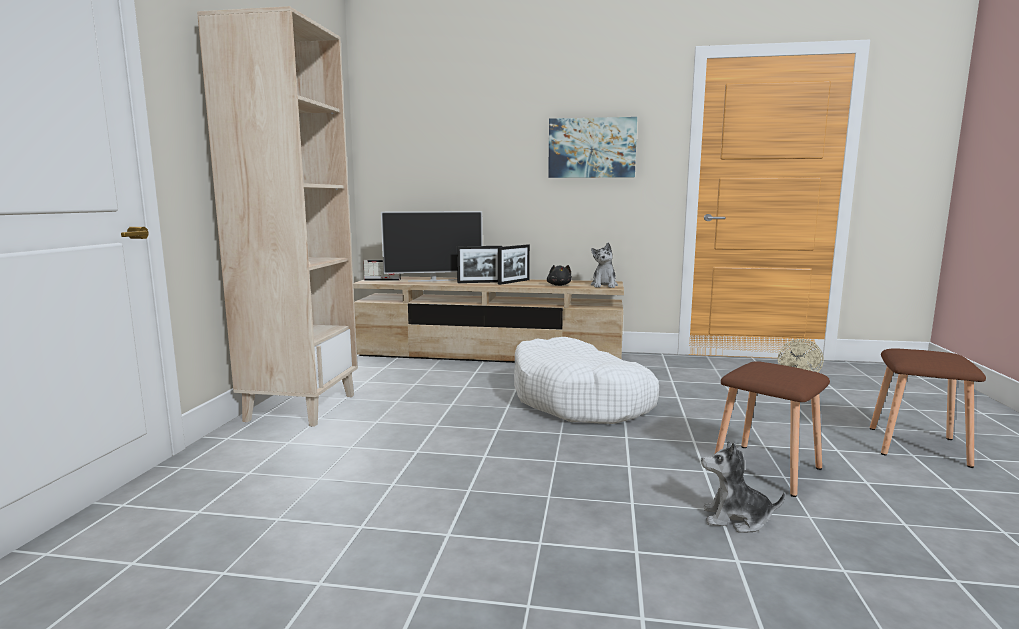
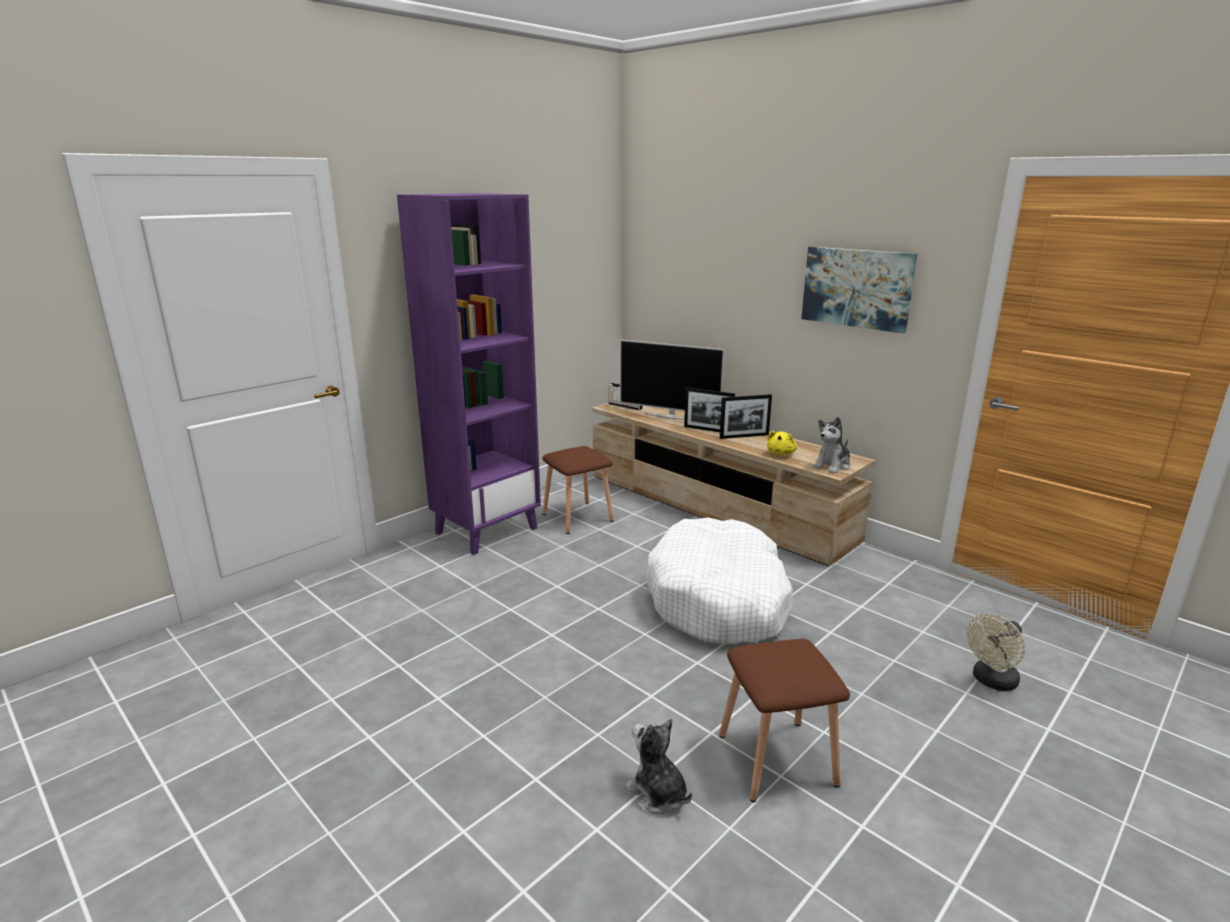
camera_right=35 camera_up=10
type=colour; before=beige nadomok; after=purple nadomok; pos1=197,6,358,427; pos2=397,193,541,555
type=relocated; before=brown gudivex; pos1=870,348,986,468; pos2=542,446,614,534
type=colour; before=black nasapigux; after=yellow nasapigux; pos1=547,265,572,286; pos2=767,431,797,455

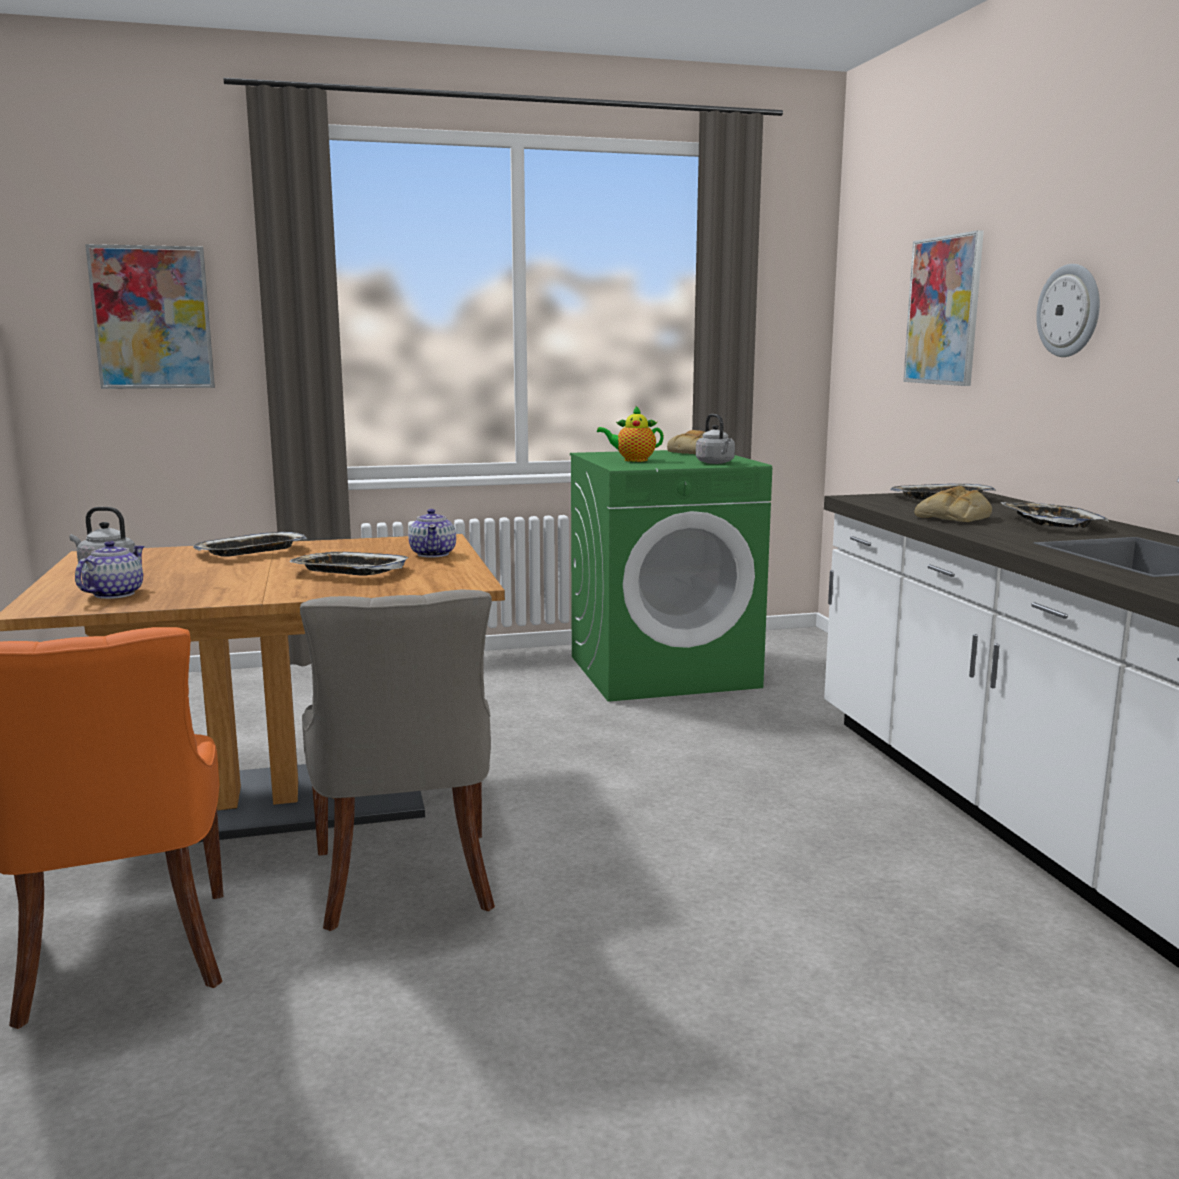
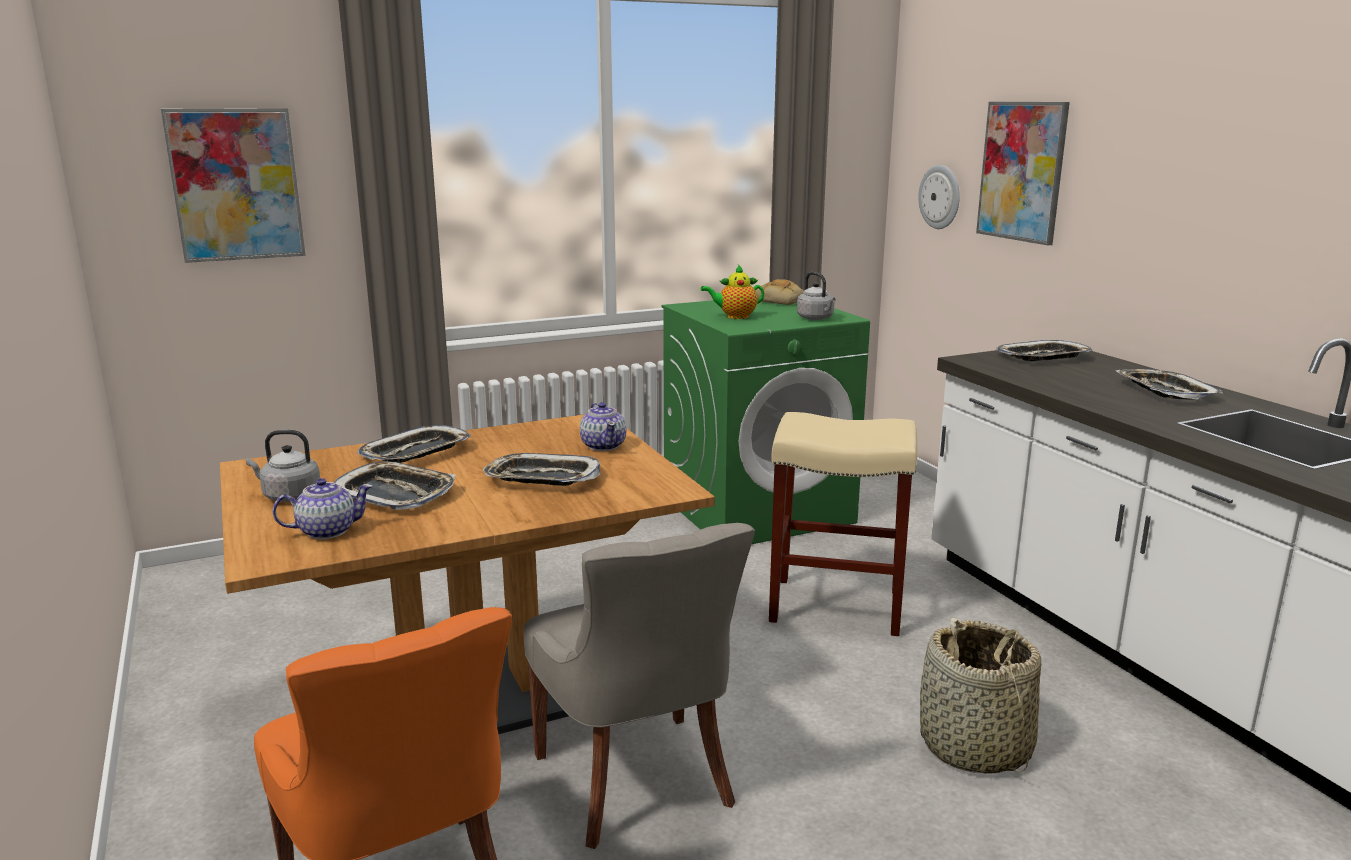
camera_right=-10 camera_up=5
type=spun; before=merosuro; pos1=75,541,145,599; pos2=272,478,373,539; turn=60
type=appeared; after=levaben; pos2=334,461,455,510
type=appeared; after=beige gudivex; pos2=769,412,917,636
type=relocated; before=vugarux; pos1=1036,264,1100,357; pos2=918,165,960,229
type=appeared; after=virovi; pos2=920,618,1041,774
type=missing; before=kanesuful; pos1=915,486,992,522

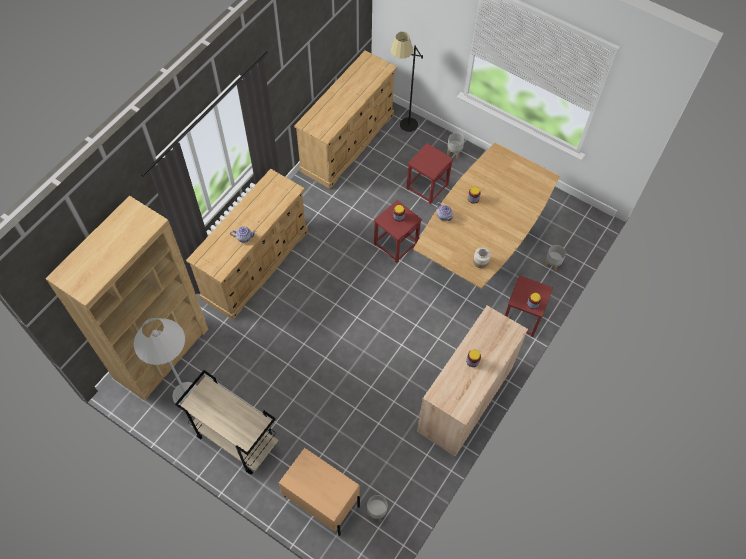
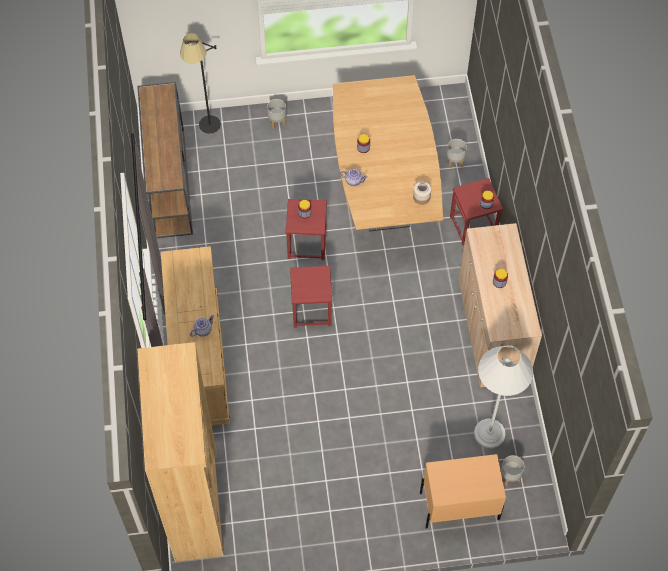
camera_right=-40 camera_up=0
type=exchanged; before=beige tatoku; after=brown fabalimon; pos1=294,51,397,189; pos2=137,82,193,238
type=relocated; before=red gudivex; pos1=406,143,453,204; pos2=290,266,332,328
type=relocated; before=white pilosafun; pos1=134,318,197,406; pos2=474,345,533,448
type=missing; before=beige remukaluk; pos1=175,370,278,474

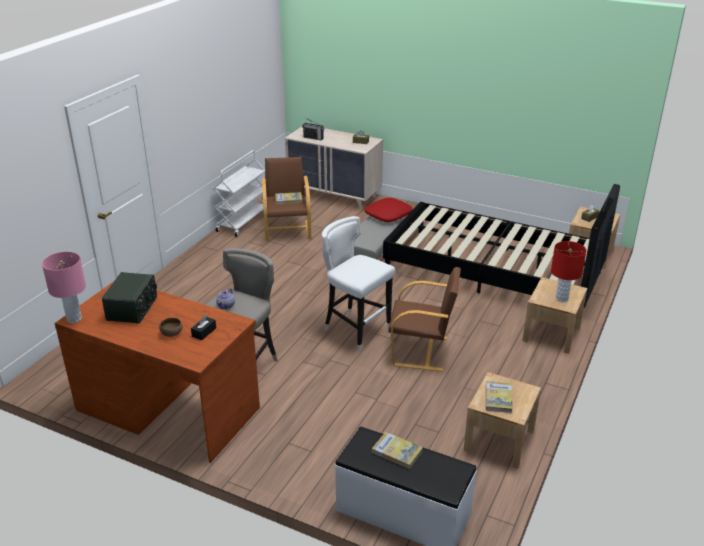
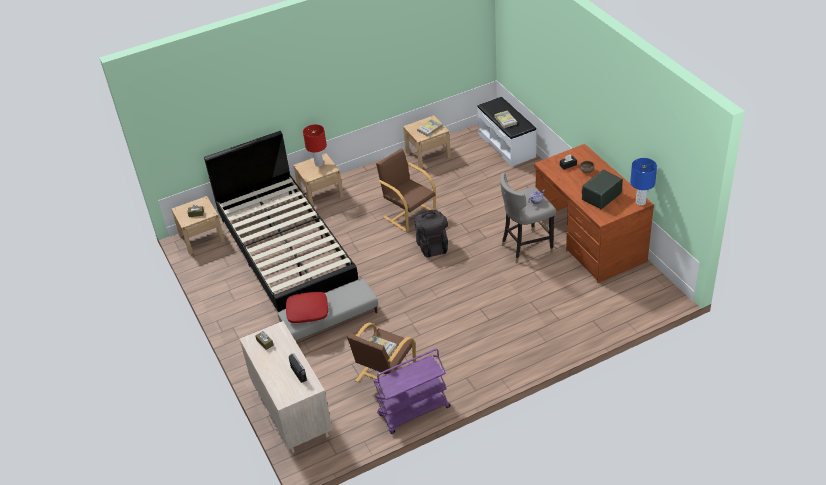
camera_right=-140 camera_up=10
type=colour; before=white remukaluk; after=purple remukaluk; pos1=213,150,265,237; pos2=374,348,451,434
type=exchanged; before=white gudivex; after=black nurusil; pos1=322,216,395,352; pos2=414,210,448,257
type=colour; before=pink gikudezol; after=blue gikudezol; pos1=42,251,86,323; pos2=630,158,657,206

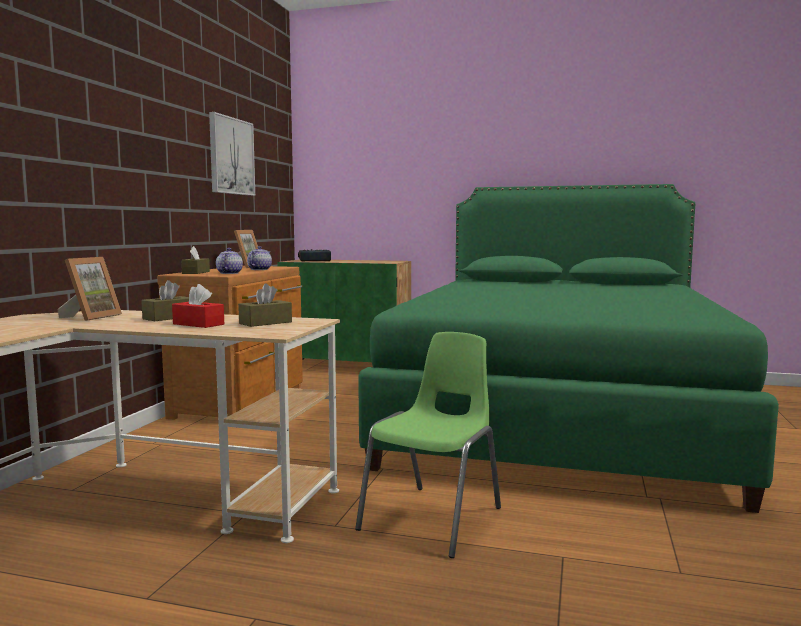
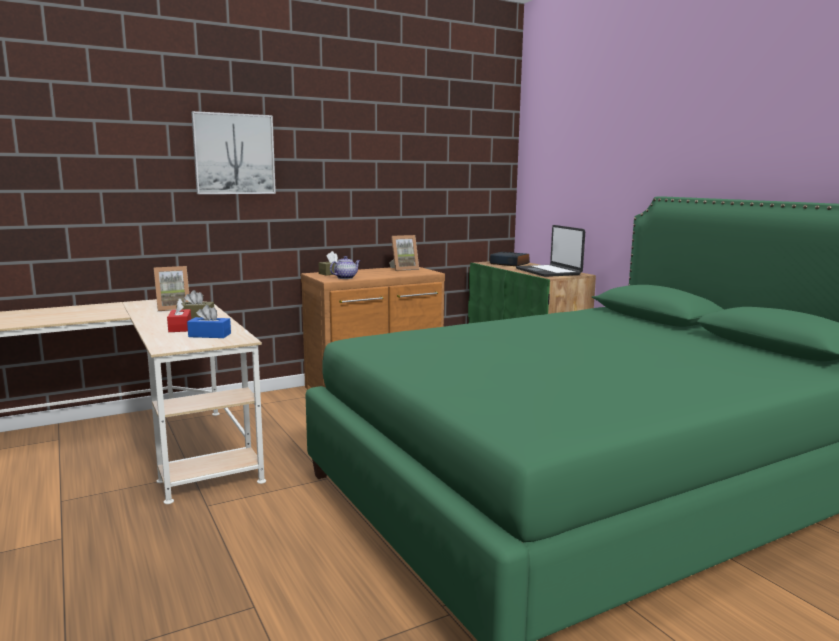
camera_right=45 camera_up=5
type=colour; before=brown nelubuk; after=blue nelubuk; pos1=238,283,292,327; pos2=187,305,231,338
type=relocated; before=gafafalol; pos1=209,112,255,196; pos2=191,111,276,194
type=appeared; after=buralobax; pos2=516,225,585,277
type=missing; before=merosuro; pos1=247,246,272,270
type=missing; before=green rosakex; pos1=355,332,501,558

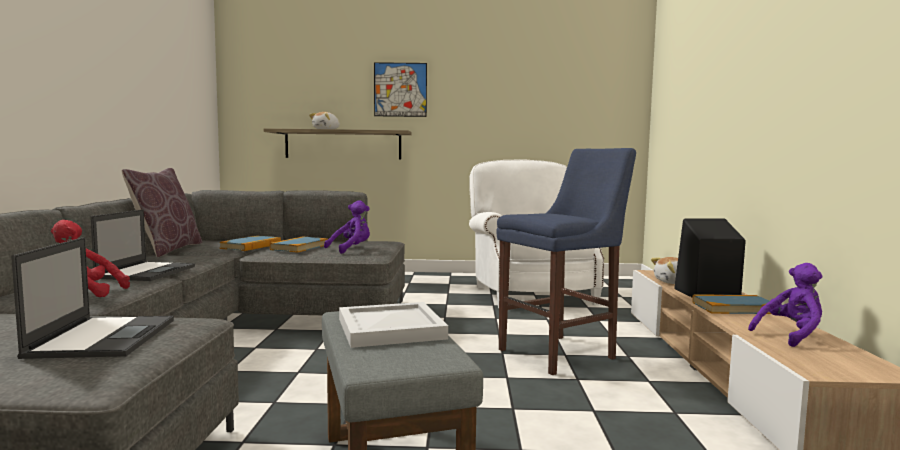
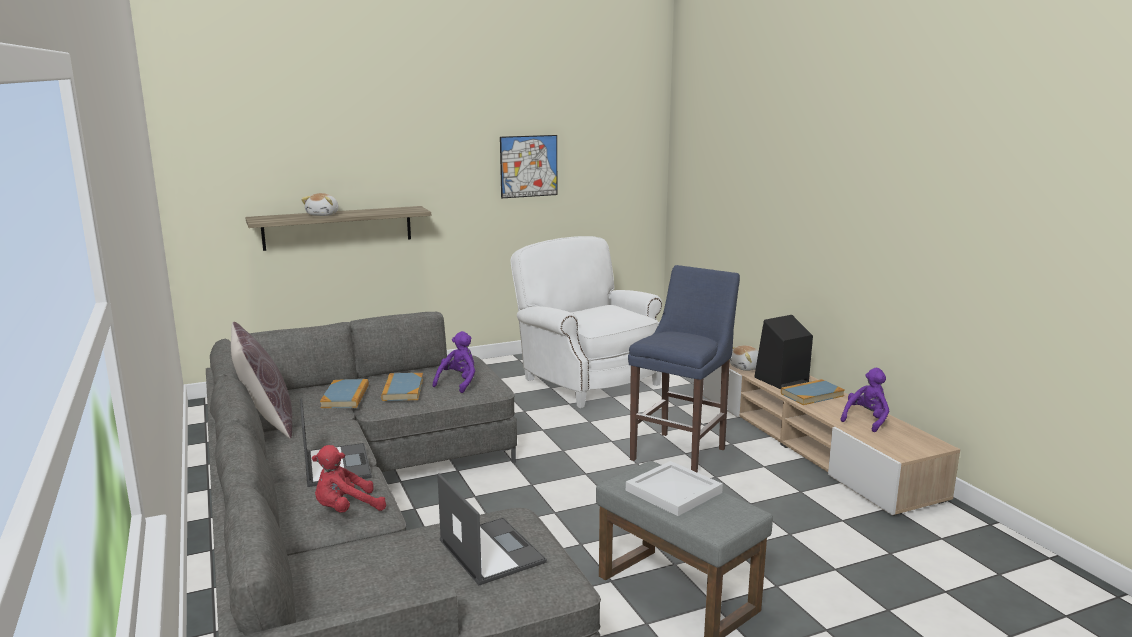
camera_right=-25 camera_up=10
type=relocated; before=gafafalol; pos1=374,62,427,117; pos2=500,135,557,198

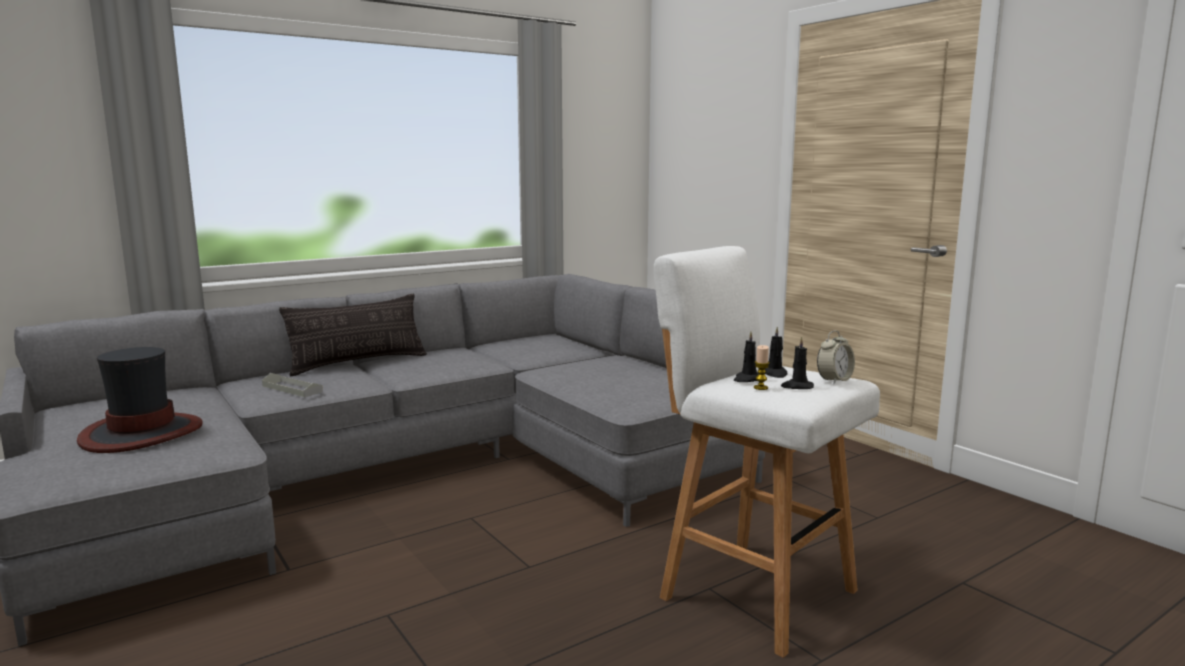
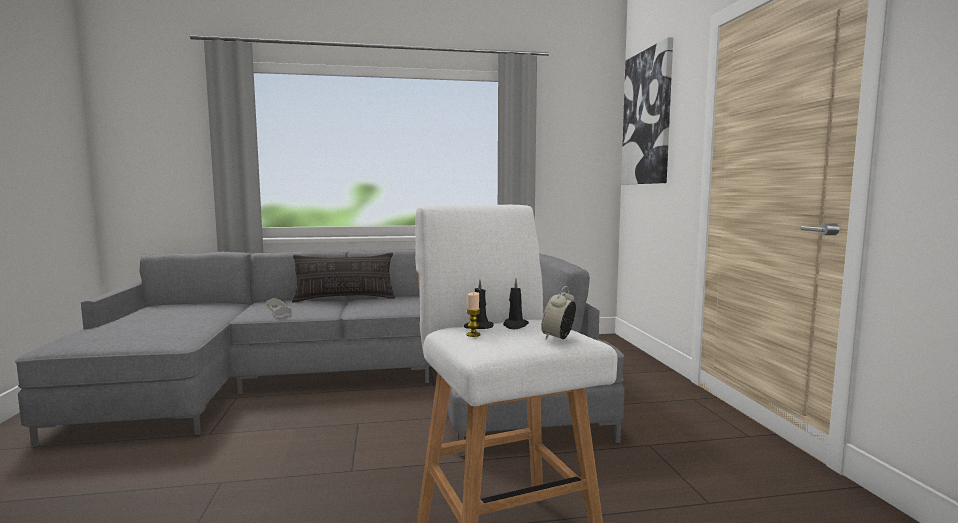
camera_right=25 camera_up=-5
type=spun; before=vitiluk; pos1=817,330,855,384; pos2=541,286,576,339; turn=135
type=appeared; after=gafafalol; pos2=621,37,673,184
type=missing; before=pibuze; pos1=77,347,203,453
type=missing; before=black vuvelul; pos1=781,337,814,389

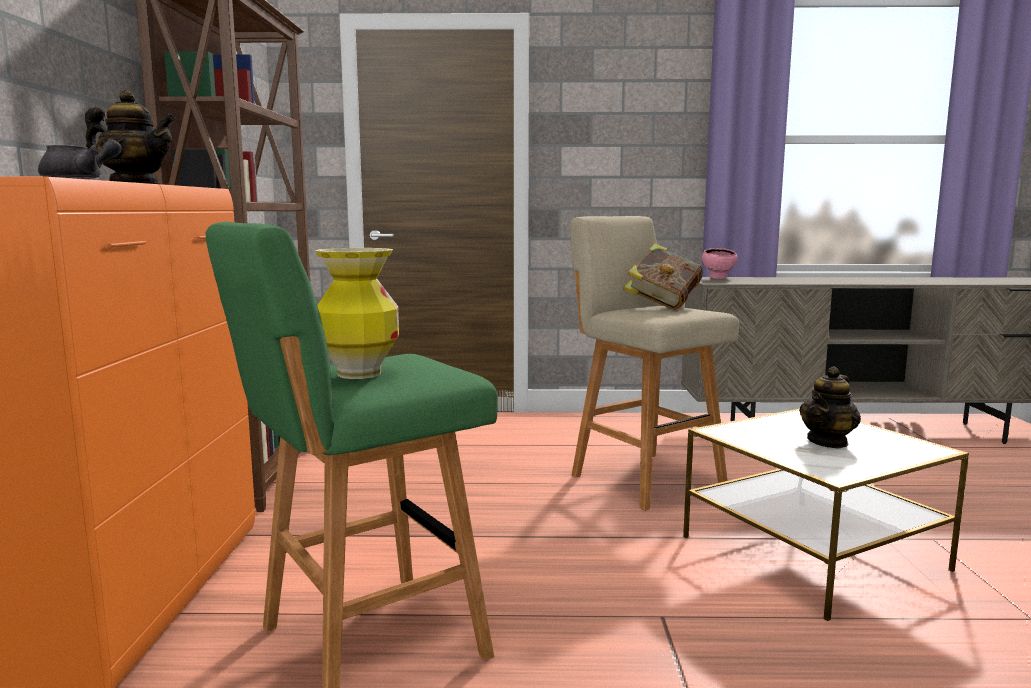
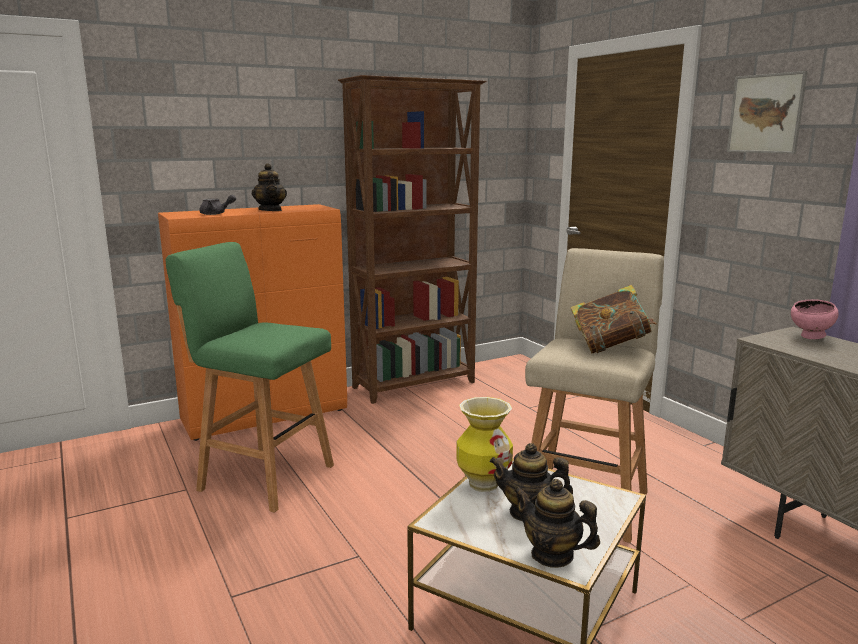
camera_right=60 camera_up=5
type=relocated; before=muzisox; pos1=315,248,399,379; pos2=456,397,513,492
type=appeared; after=merosuro; pos2=514,479,600,568
type=appeared; after=gafafalol; pos2=727,71,808,154

